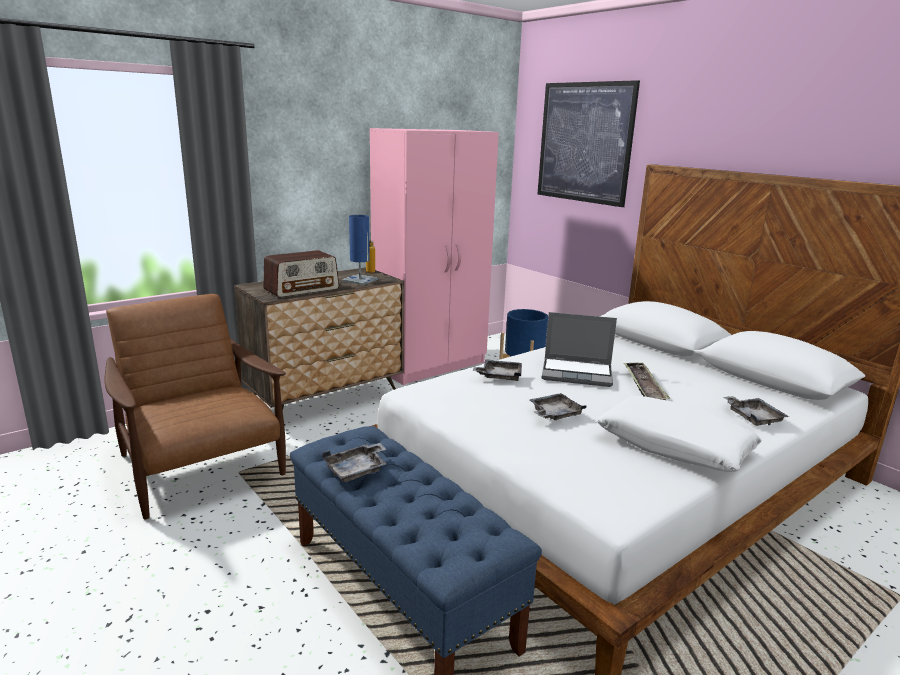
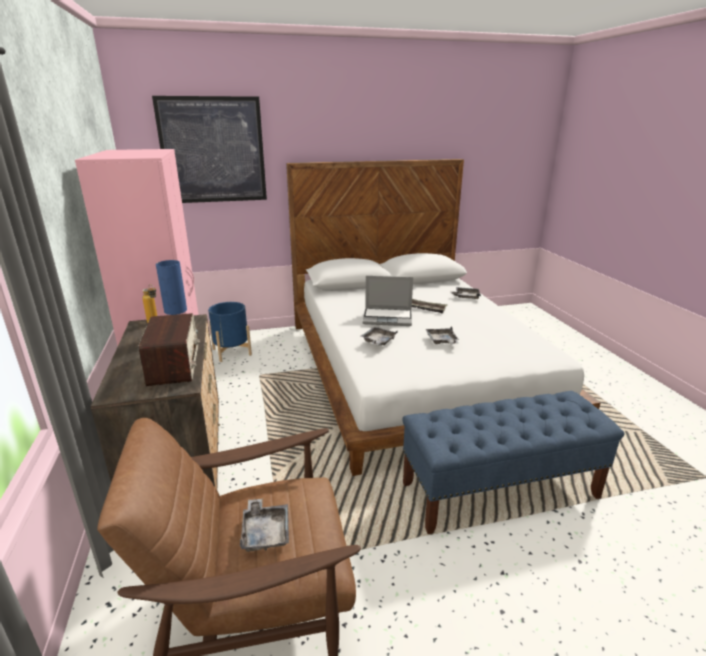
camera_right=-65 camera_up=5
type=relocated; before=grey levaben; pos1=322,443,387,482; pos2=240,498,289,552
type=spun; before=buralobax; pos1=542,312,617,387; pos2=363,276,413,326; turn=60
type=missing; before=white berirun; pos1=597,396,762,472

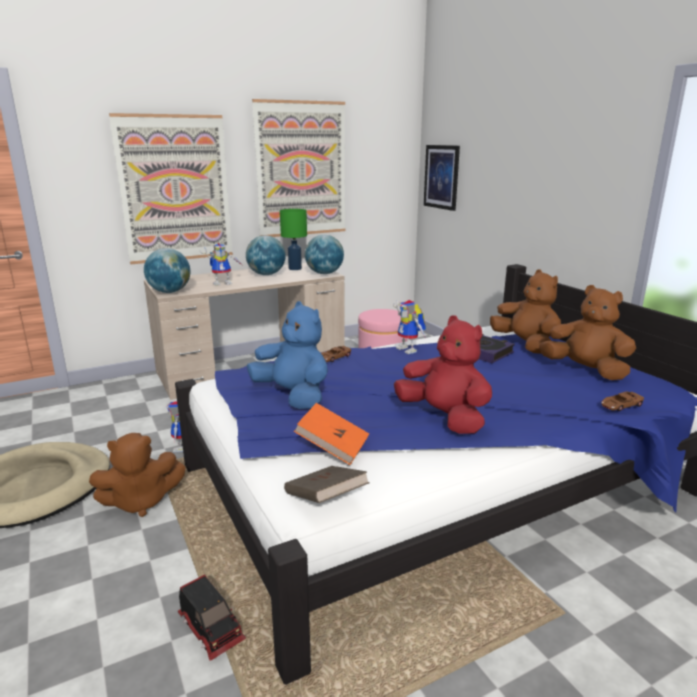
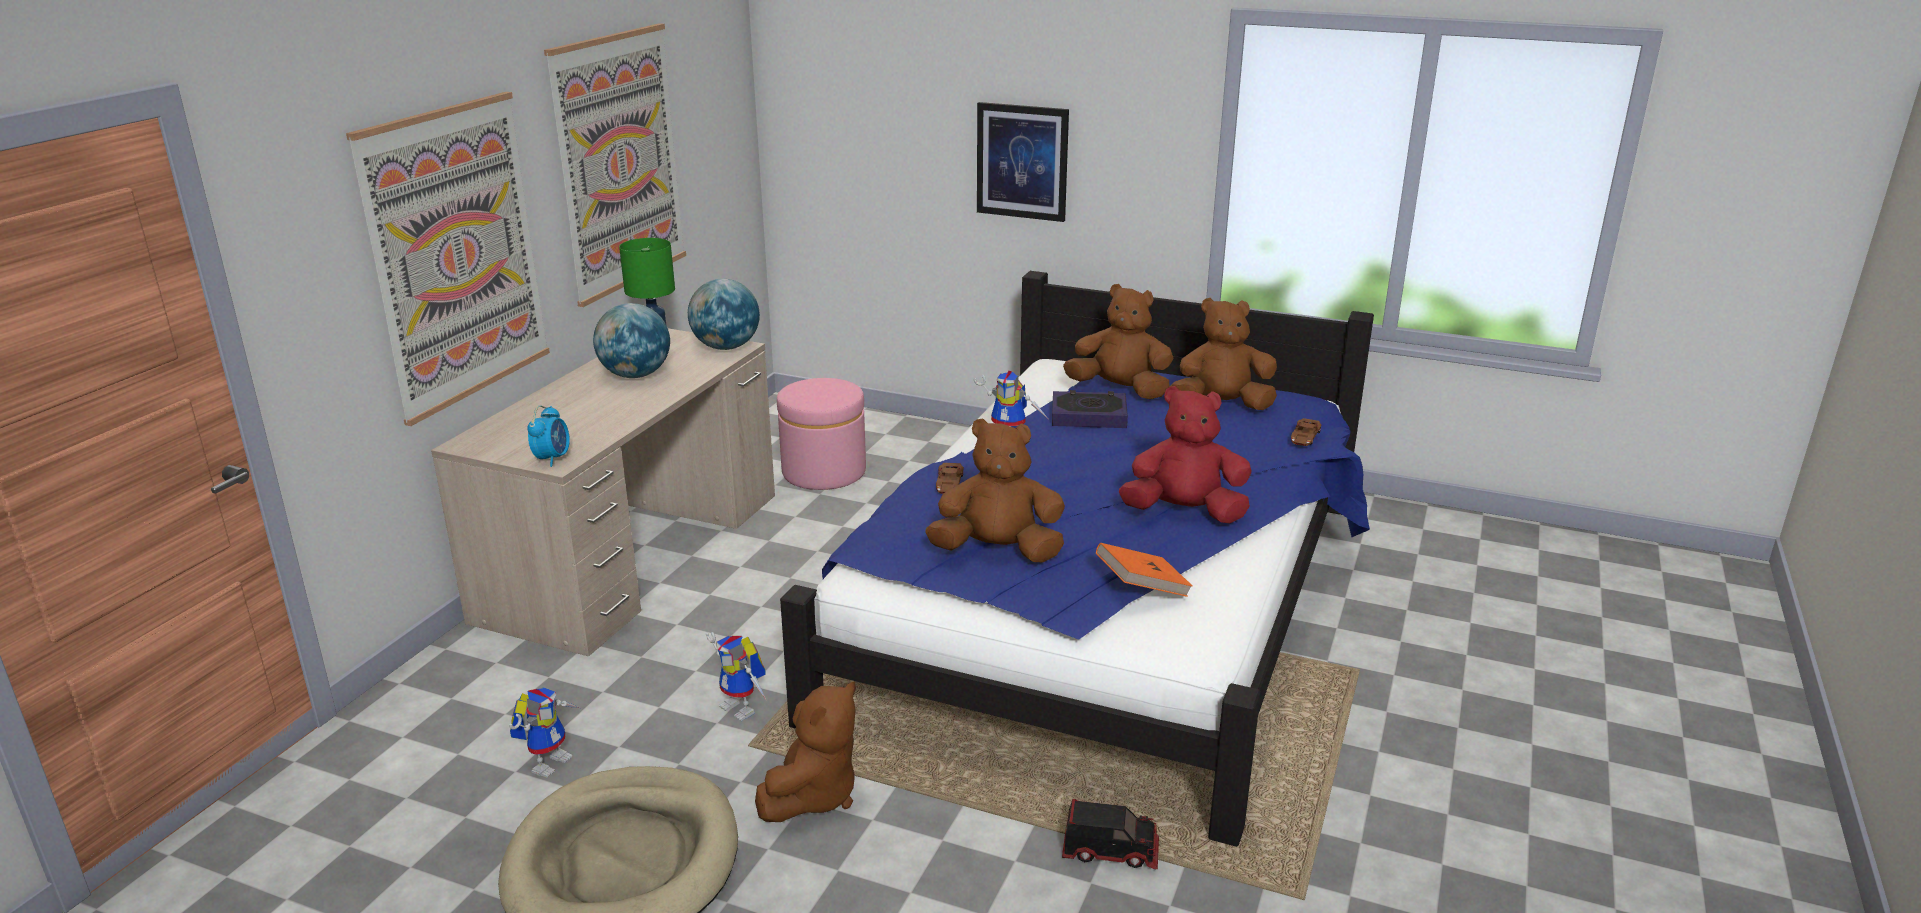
camera_right=-40 camera_up=5
type=relocated; before=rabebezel; pos1=200,242,242,286; pos2=509,687,579,778
type=exchanged; before=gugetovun; after=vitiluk; pos1=144,248,190,293; pos2=527,405,570,467
type=colour; before=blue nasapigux; after=brown nasapigux; pos1=247,301,328,409; pos2=925,418,1065,562
type=relocated; before=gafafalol; pos1=424,145,460,211; pos2=977,102,1069,222
type=missing; before=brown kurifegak; pos1=284,466,370,503

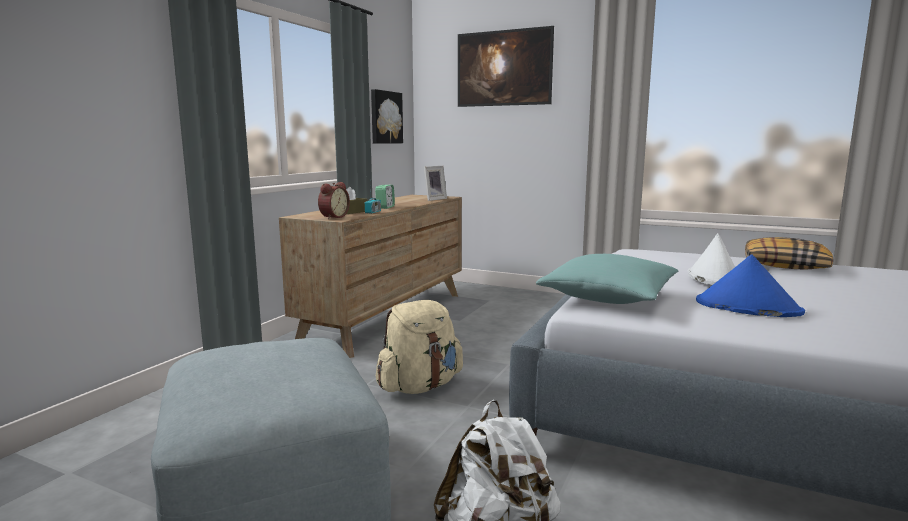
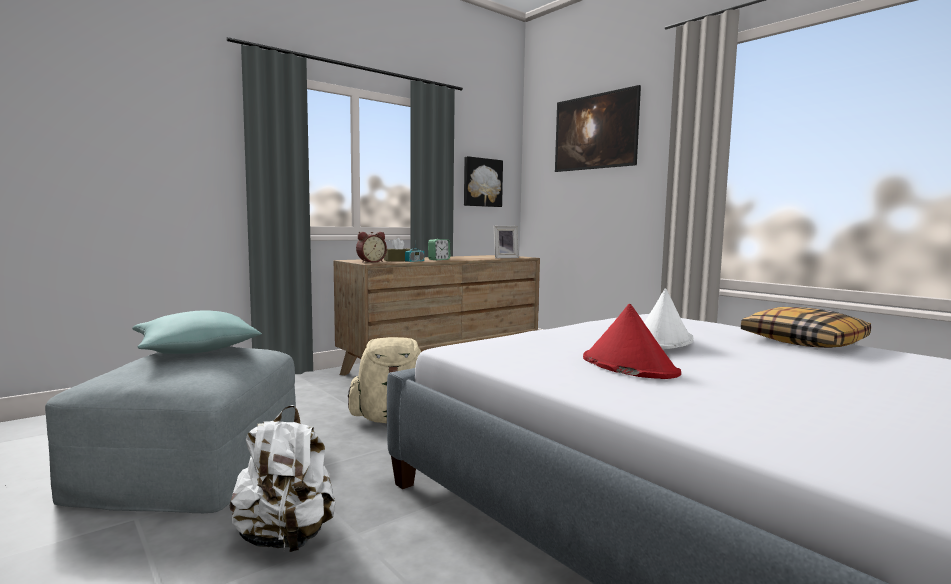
camera_right=25 camera_up=-5
type=relocated; before=turquoise berirun; pos1=536,254,679,304; pos2=132,310,262,354
type=colour; before=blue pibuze; after=red pibuze; pos1=696,254,805,317; pos2=583,303,681,379

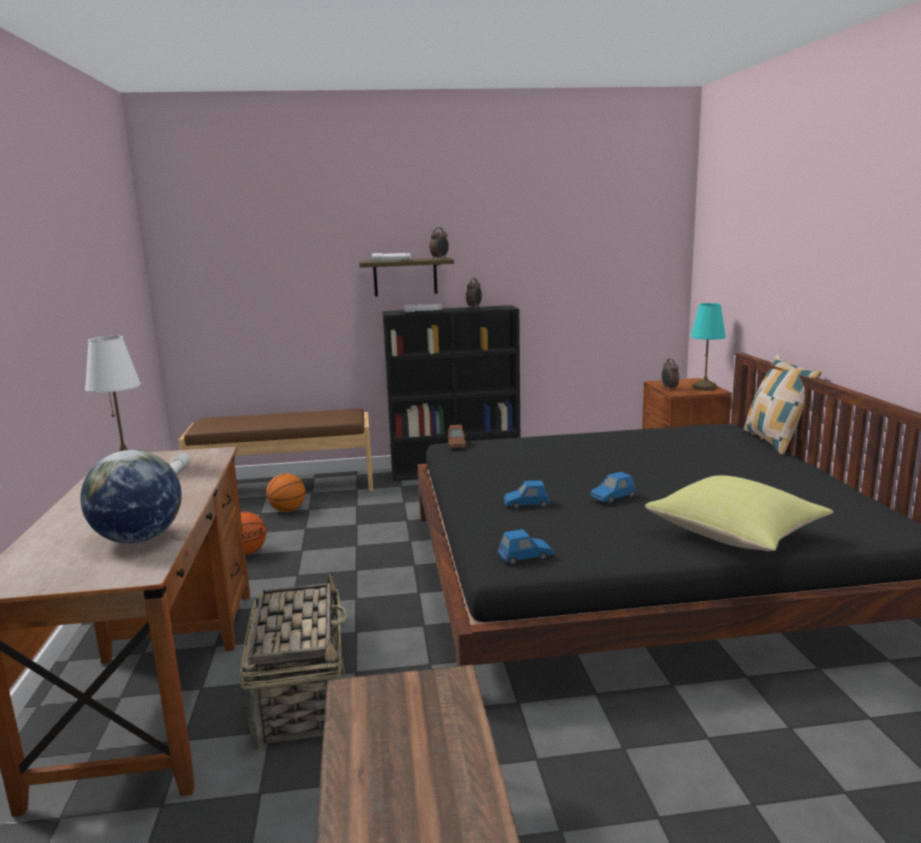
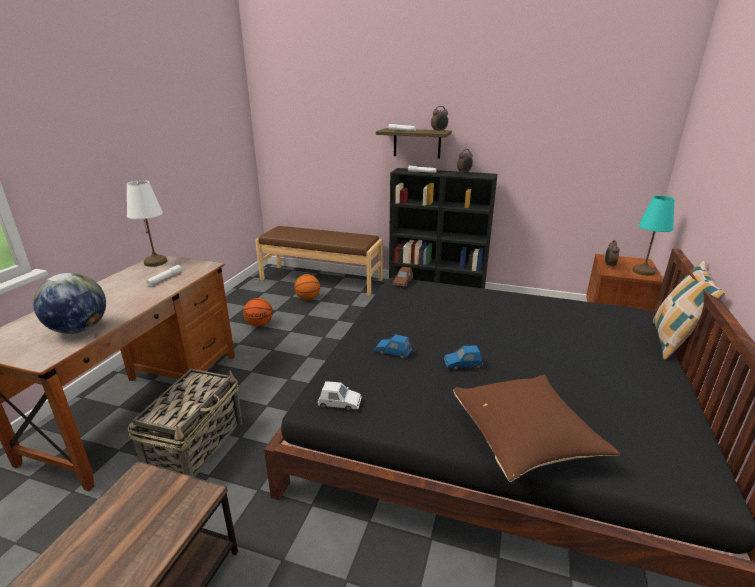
camera_right=25 camera_up=10
type=colour; before=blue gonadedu; after=white gonadedu; pos1=498,529,555,565; pos2=318,381,362,411
type=colour; before=yellow berirun; after=brown berirun; pos1=645,475,833,551; pos2=453,375,620,482

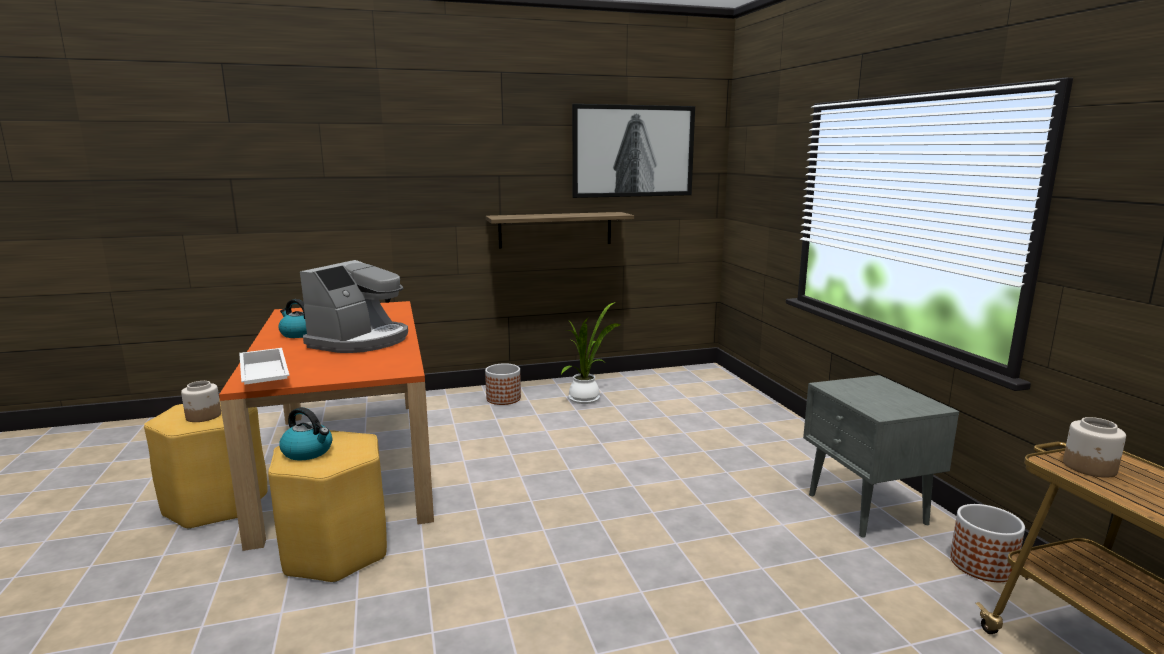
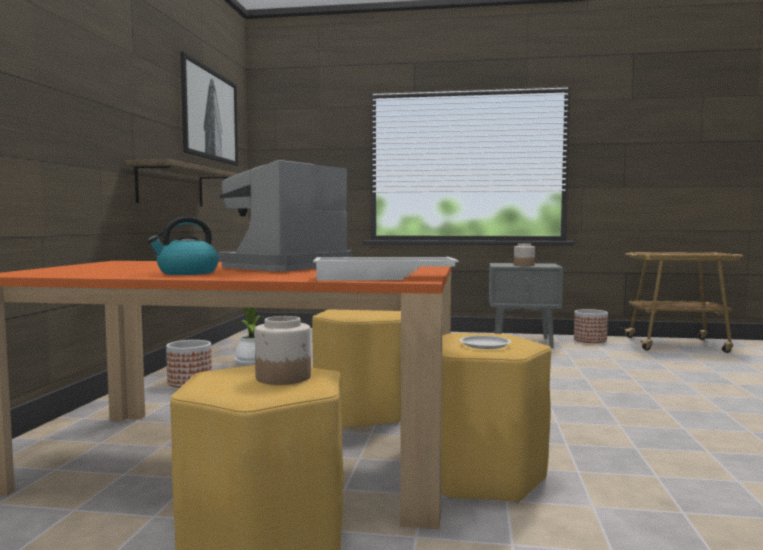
camera_right=-65 camera_up=-10
type=spun; before=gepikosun; pos1=300,260,408,353; pos2=218,160,352,272; turn=-105
type=appeared; after=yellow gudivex; pos2=312,309,401,429
type=exchanged; before=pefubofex; after=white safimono; pos1=279,407,332,460; pos2=460,335,511,349
type=relocated; before=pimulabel; pos1=1063,417,1126,478; pos2=514,243,535,266

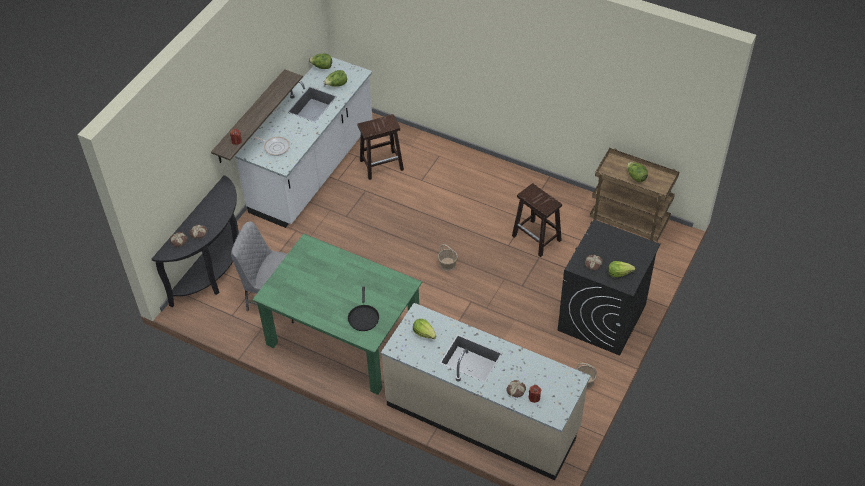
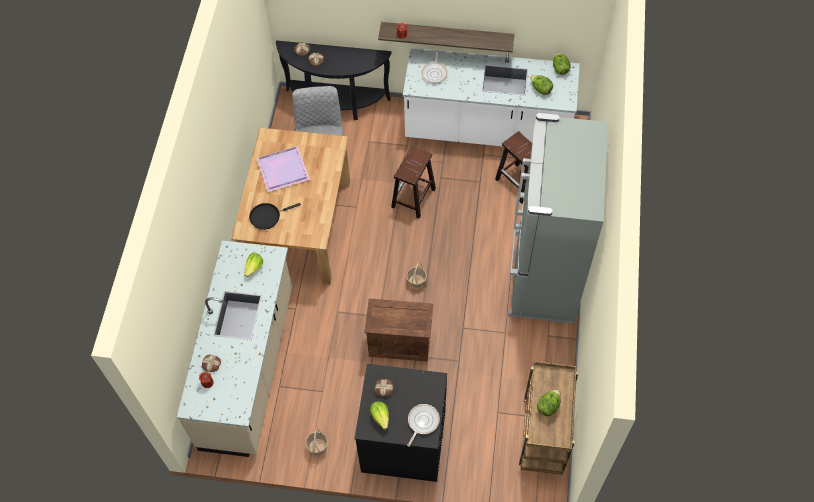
camera_right=70 camera_up=10
type=colour; before=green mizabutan; after=brown mizabutan; pos1=252,234,422,395; pos2=231,128,350,284
type=appeared; after=purple levaben; pos2=256,146,310,192
type=appeared; after=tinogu; pos2=364,299,433,361
type=relocated; before=brown gudivex; pos1=512,183,562,257; pos2=391,146,436,218
type=appeared; after=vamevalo; pos2=407,404,440,447
type=appeared; after=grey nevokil; pos2=508,113,608,323

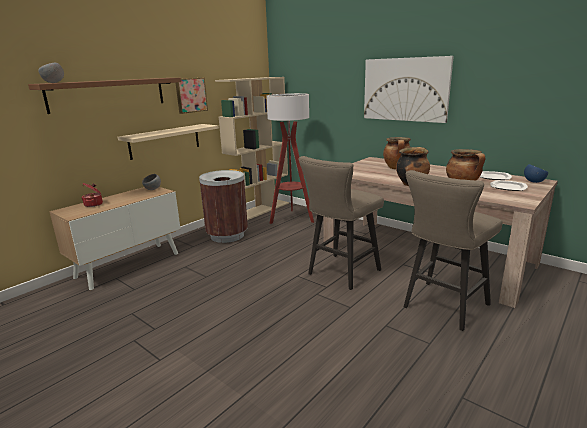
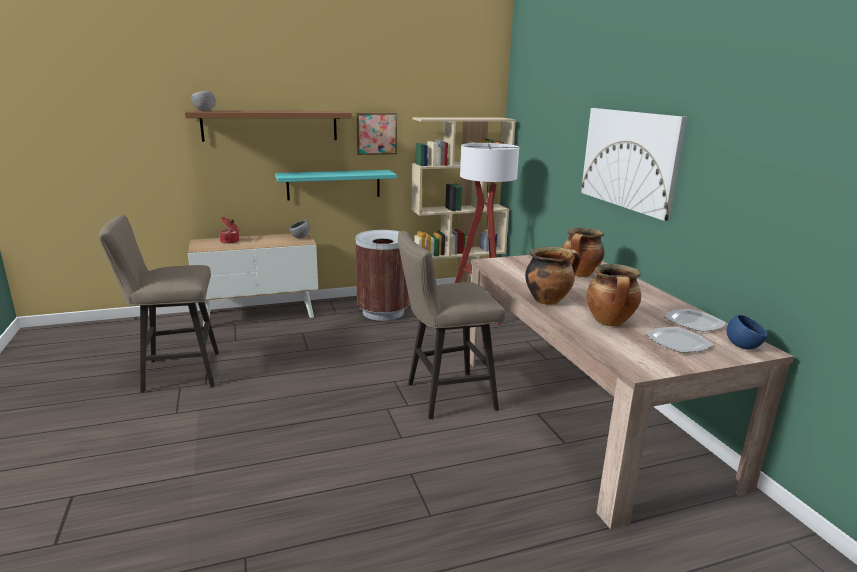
camera_right=30 camera_up=0
type=relocated; before=beige gudivex; pos1=404,170,502,331; pos2=99,215,219,393
type=colour; before=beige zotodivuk; after=turquoise zotodivuk; pos1=118,124,219,160; pos2=275,170,397,200

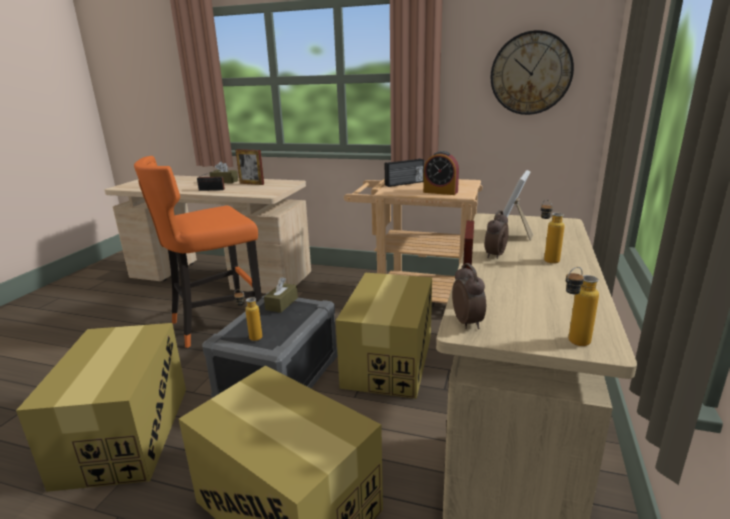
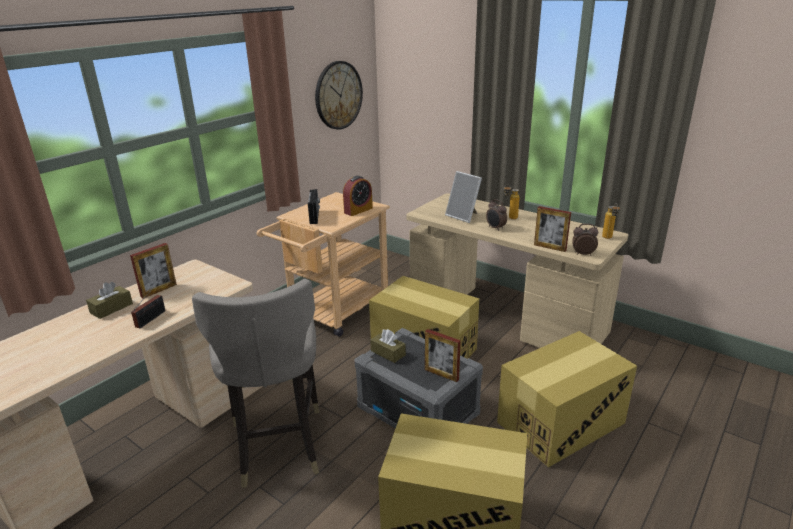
camera_right=-70 camera_up=5
type=colour; before=orange gudivex; after=grey gudivex; pos1=134,156,262,348; pos2=192,279,319,488
type=exchanged; before=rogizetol; after=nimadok; pos1=234,290,262,341; pos2=425,329,461,382

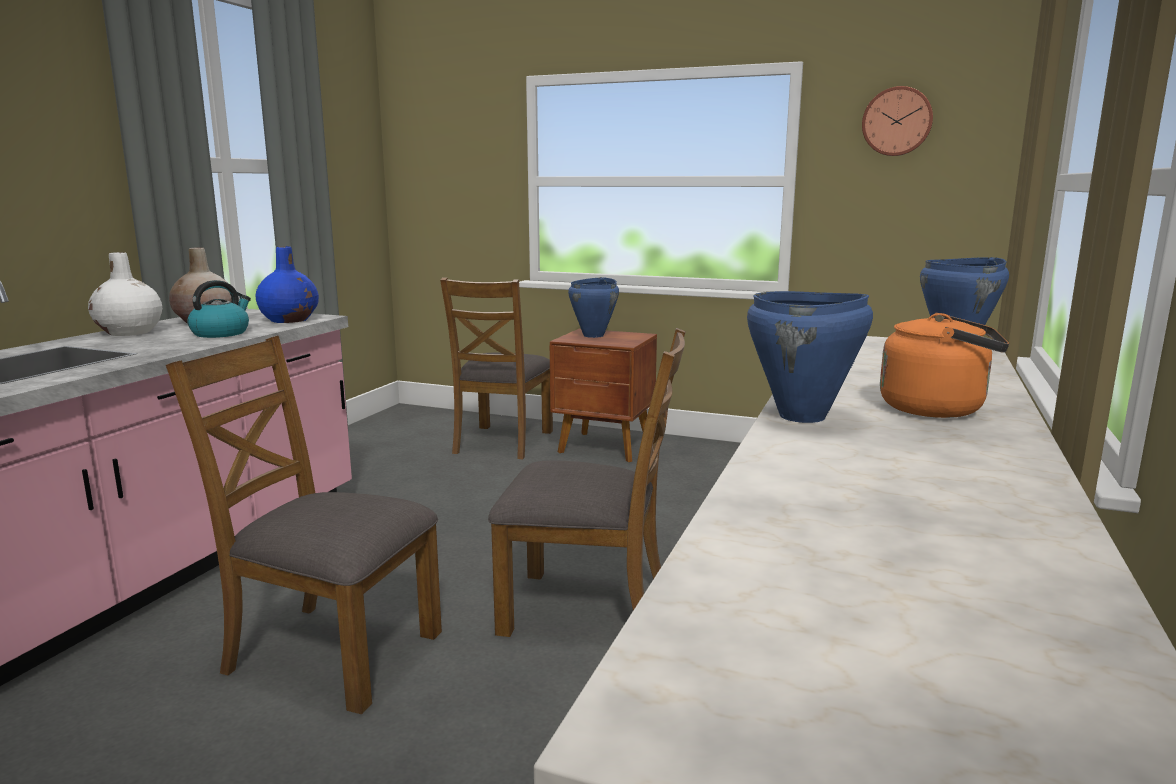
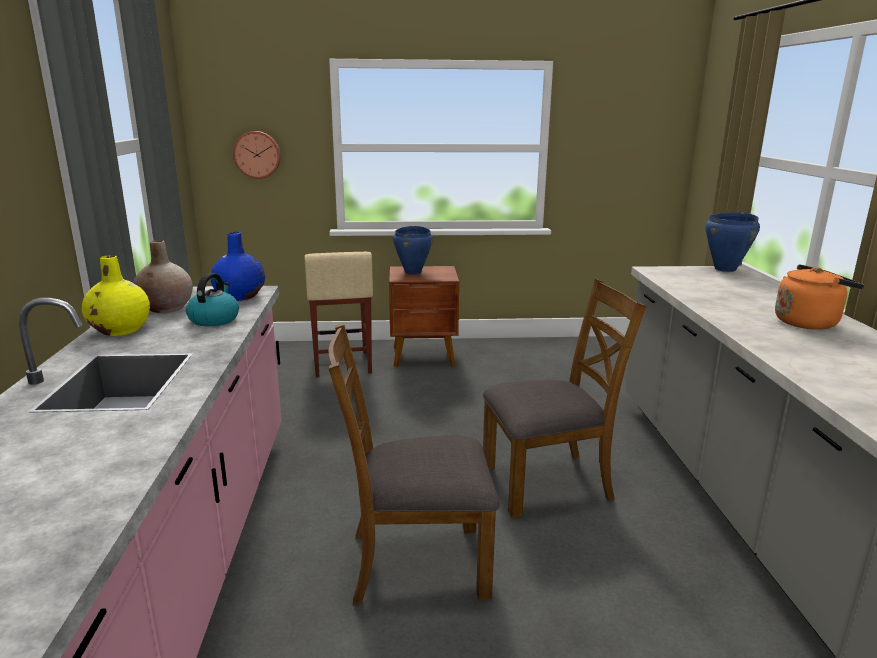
camera_right=-25 camera_up=5
type=colour; before=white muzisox; after=yellow muzisox; pos1=88,252,162,336; pos2=82,255,150,336
type=relocated; before=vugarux; pos1=862,86,933,156; pos2=233,131,281,179
type=exchanged; before=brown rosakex; after=beige gudivex; pos1=440,277,553,459; pos2=305,252,373,378
type=missing; before=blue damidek; pos1=747,291,873,423

